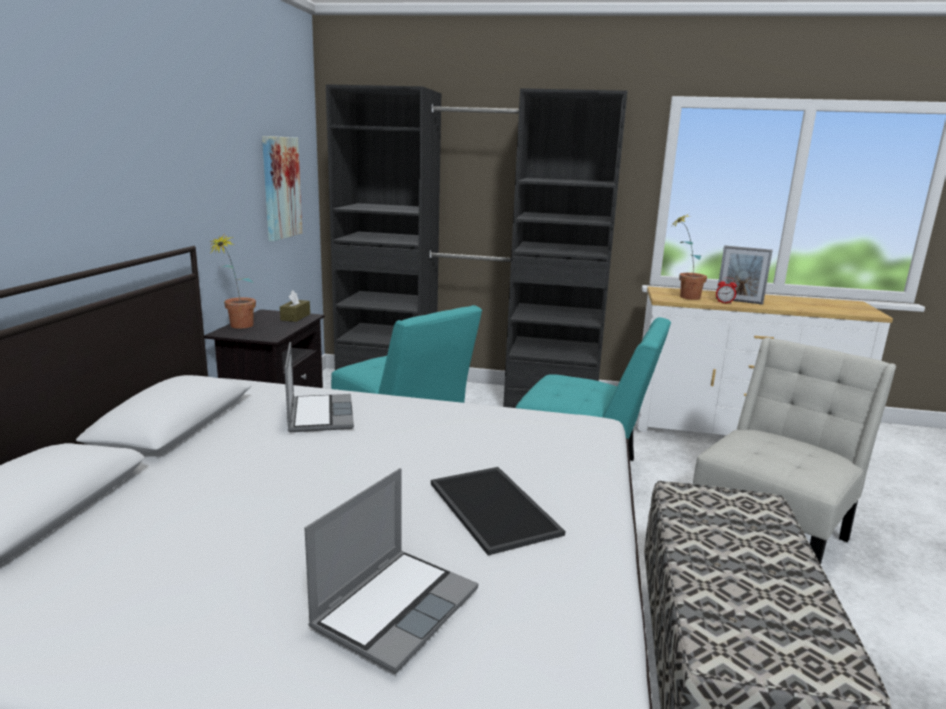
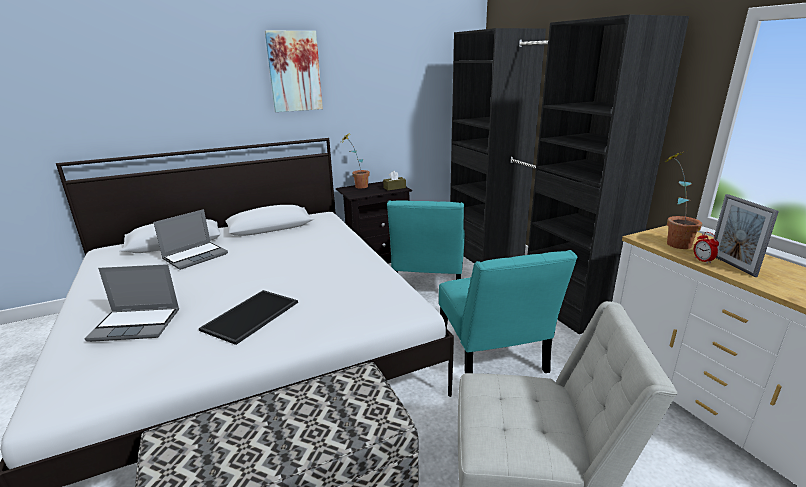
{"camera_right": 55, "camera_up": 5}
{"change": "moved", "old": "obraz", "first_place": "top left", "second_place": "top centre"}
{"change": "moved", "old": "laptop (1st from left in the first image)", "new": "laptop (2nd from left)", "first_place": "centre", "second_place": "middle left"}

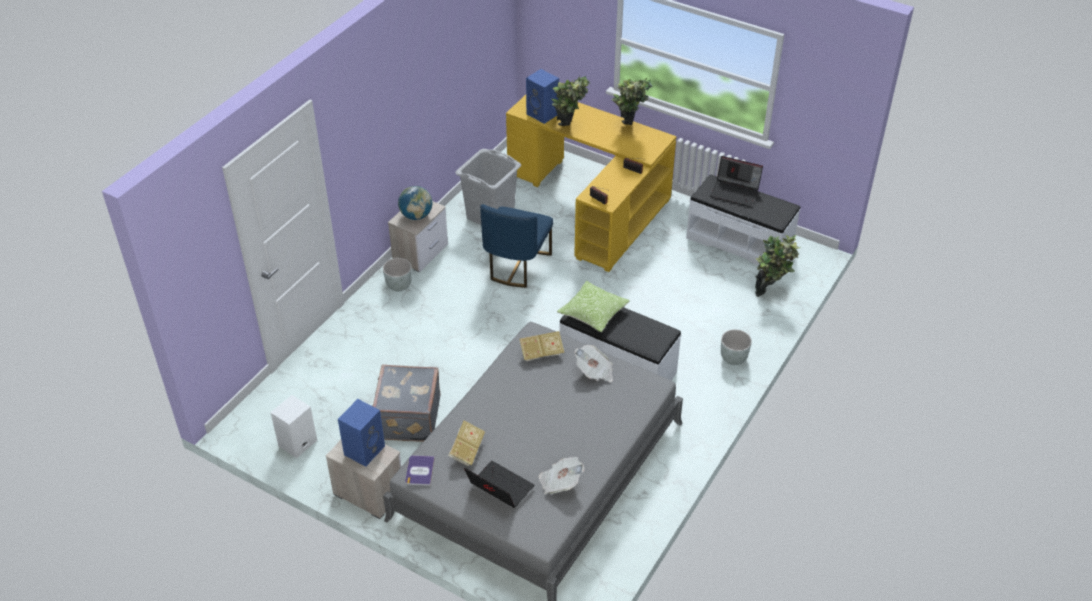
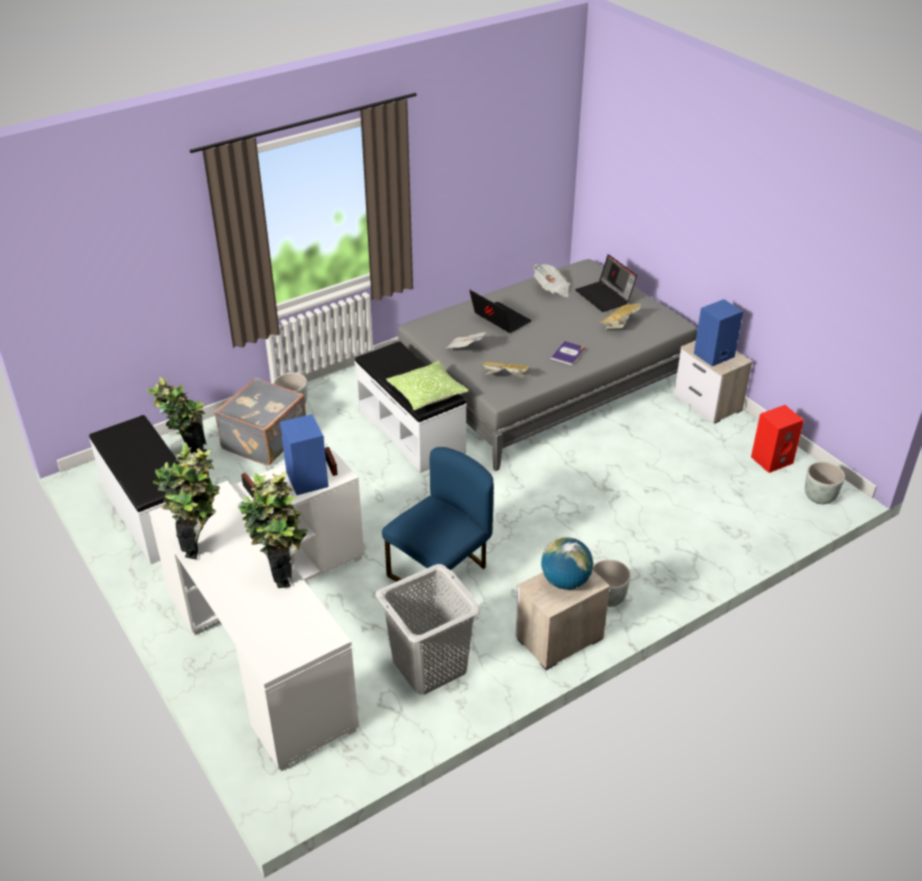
{"camera_right": -155, "camera_up": -5}
{"change": "recoloured", "old": "głośnik (biały)", "new": "głośnik (czerwony)", "first_place": "bottom left", "second_place": "middle right"}
{"change": "moved", "old": "walizka (szary)", "first_place": "bottom centre", "second_place": "middle left"}
{"change": "moved", "old": "książka (1st from left in the first image)", "new": "książka (2nd from left)", "first_place": "bottom centre", "second_place": "centre"}
{"change": "recoloured", "old": "biurko (żółty)", "new": "biurko (biały)", "first_place": "top centre", "second_place": "bottom left"}
{"change": "moved", "old": "głośnik (niebieski) (2nd from left in the first image)", "new": "głośnik (niebieski) (1st from left)", "first_place": "top centre", "second_place": "middle left"}
{"change": "moved", "old": "laptop (2nd from left in the first image)", "new": "laptop (1st from left)", "first_place": "top right", "second_place": "centre"}
{"change": "added", "new": "donica (szary) (3rd from left)", "second_place": "middle right"}

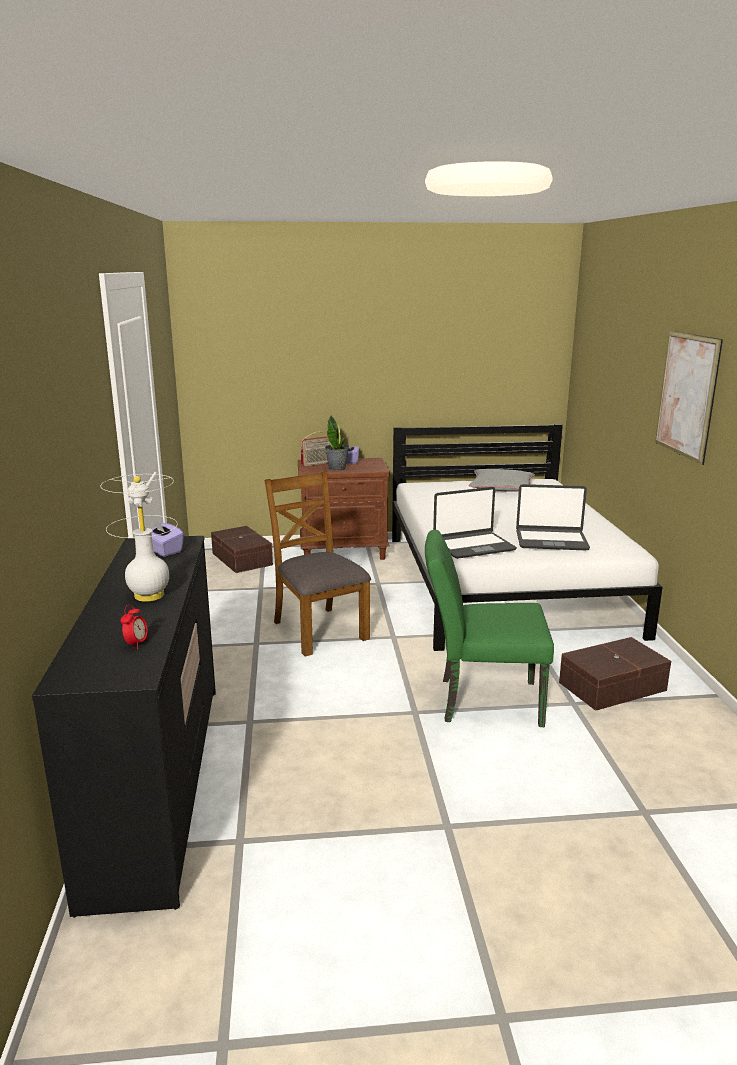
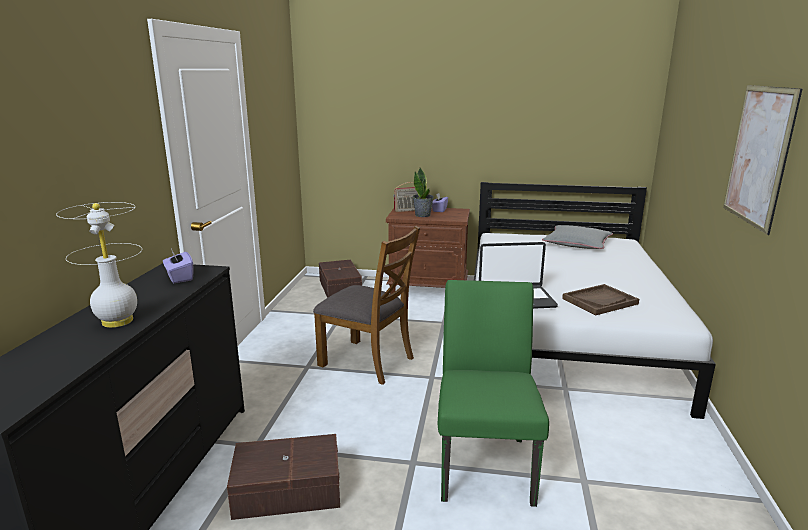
{"camera_right": 15, "camera_up": 0}
{"change": "removed", "old": "budzik", "first_place": "middle left"}
{"change": "turned", "old": "krzesło (brązowy)", "first_place": "centre", "second_place": "centre", "degrees": 135}
{"change": "turned", "old": "krzesło (zielony)", "first_place": "centre", "second_place": "bottom centre", "degrees": 75}
{"change": "replaced", "old": "laptop (2nd from left)", "new": "taca (brązowy)", "first_place": "middle right", "second_place": "middle right"}
{"change": "moved", "old": "pojemnik do przechowywania (brązowy) (2nd from left in the first image)", "new": "pojemnik do przechowywania (brązowy) (1st from left)", "first_place": "middle right", "second_place": "bottom centre"}

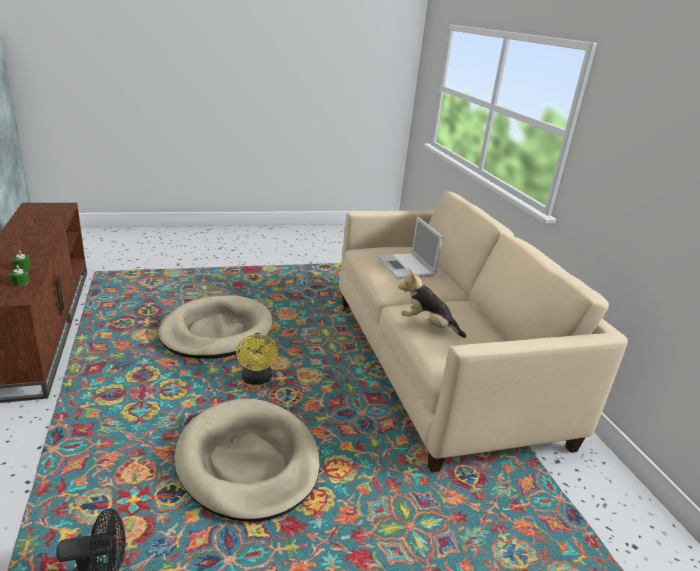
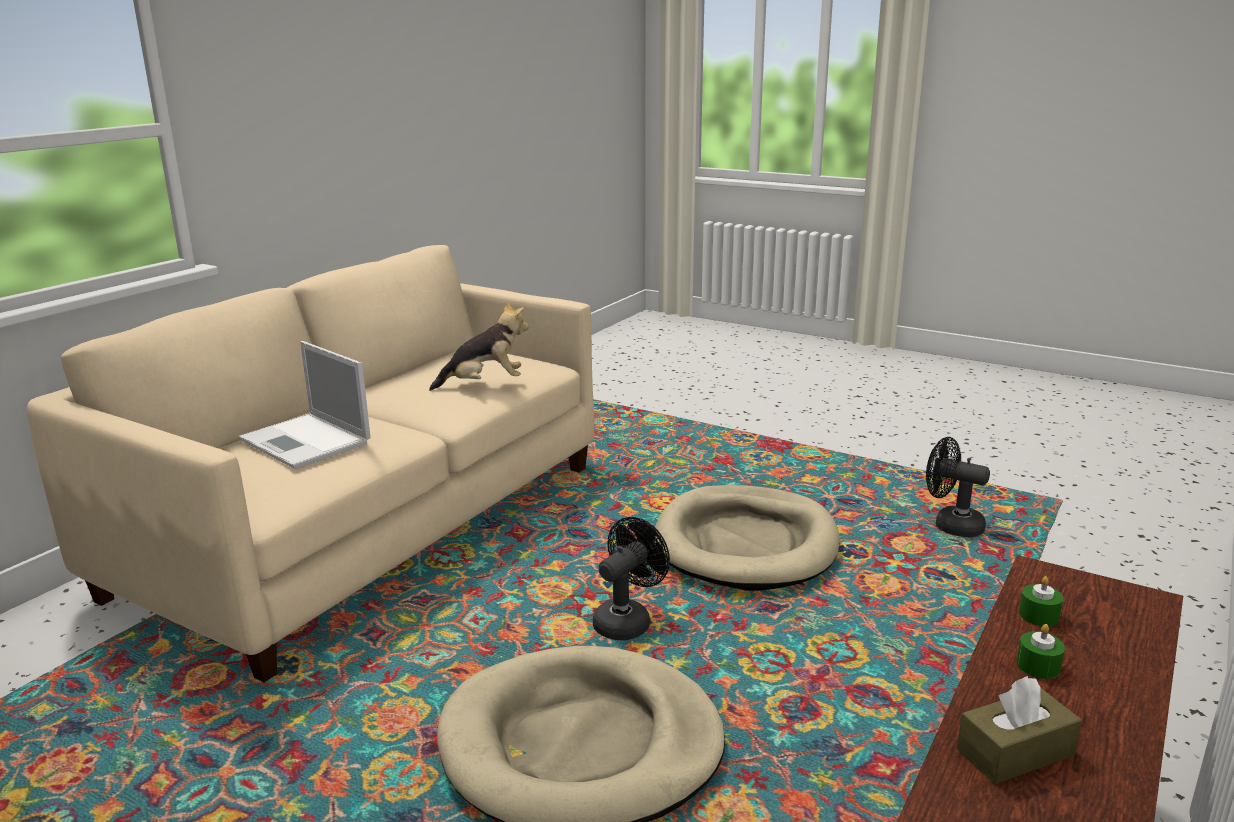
{"camera_right": -130, "camera_up": -5}
{"change": "recoloured", "old": "wentylator (żółty)", "new": "wentylator (czarny) (1st from left)", "first_place": "centre", "second_place": "bottom centre"}
{"change": "turned", "old": "laptop", "first_place": "centre", "second_place": "middle left", "degrees": 105}
{"change": "turned", "old": "pluszak", "first_place": "centre", "second_place": "centre", "degrees": -90}
{"change": "added", "new": "pudełko chusteczek (brązowy)", "second_place": "bottom right"}

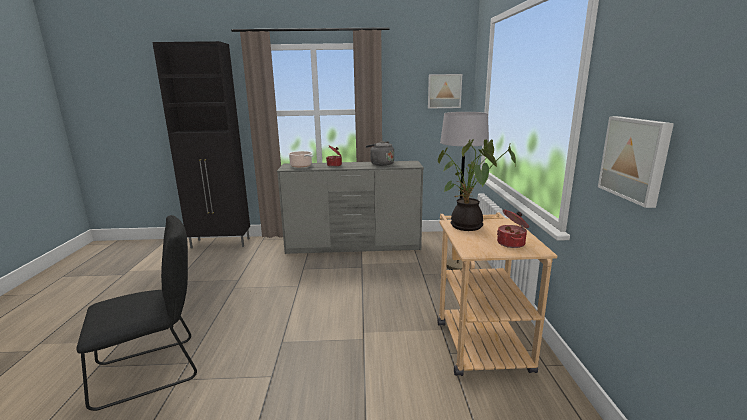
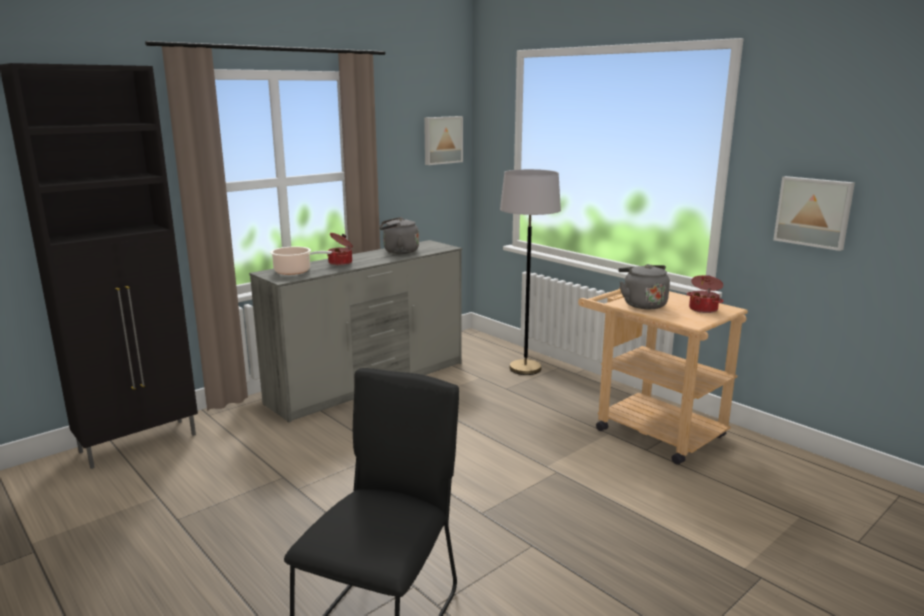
{"camera_right": -40, "camera_up": 0}
{"change": "replaced", "old": "roślina doniczkowa", "new": "czajnik (szary) (2nd from left)", "first_place": "centre", "second_place": "middle right"}

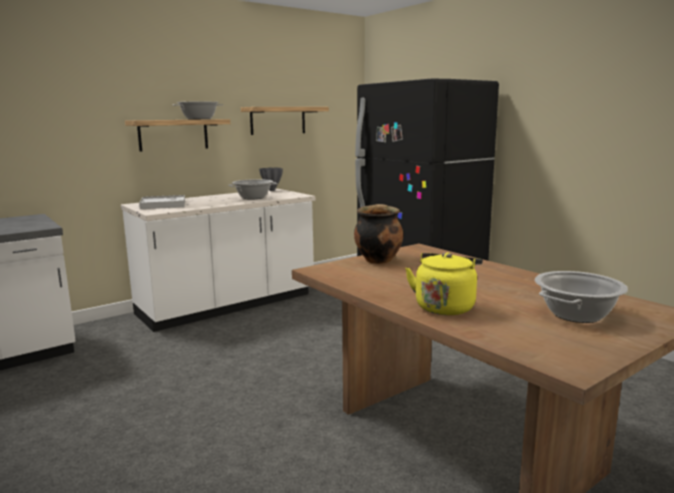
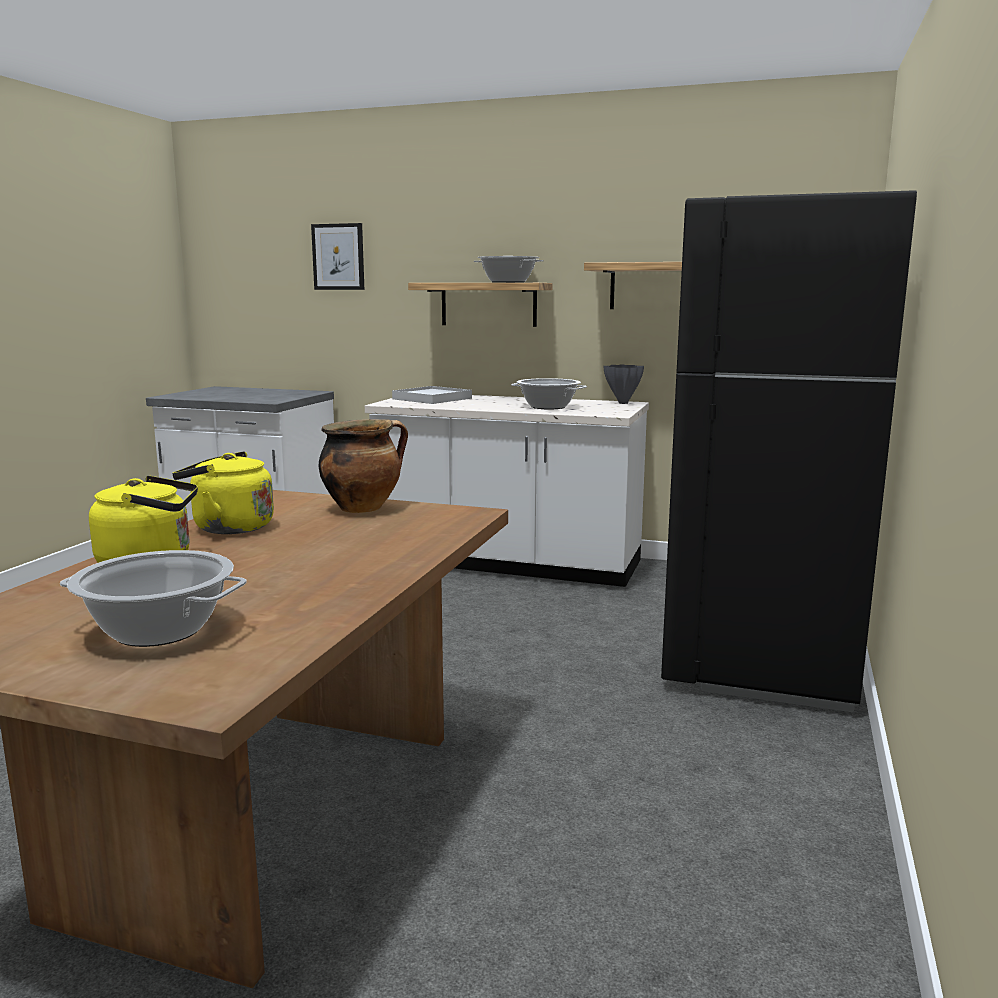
{"camera_right": 55, "camera_up": 0}
{"change": "added", "new": "czajnik (żółty) (2nd from left)", "second_place": "middle left"}
{"change": "added", "new": "obraz", "second_place": "top centre"}

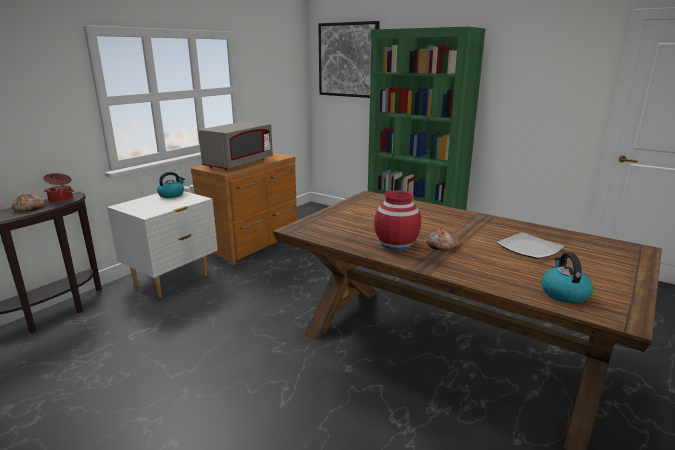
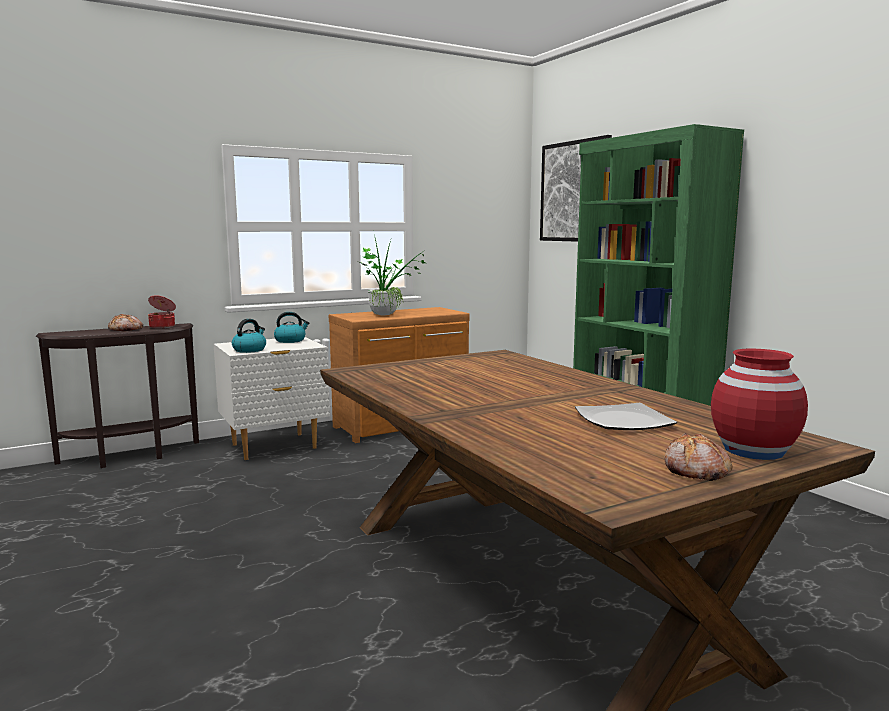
{"camera_right": 25, "camera_up": -10}
{"change": "replaced", "old": "mikrofalówka (szary)", "new": "roślina doniczkowa", "first_place": "top centre", "second_place": "centre"}
{"change": "moved", "old": "wazon (czerwony)", "first_place": "centre", "second_place": "middle right"}
{"change": "moved", "old": "chleb (2nd from left)", "first_place": "centre", "second_place": "middle right"}
{"change": "moved", "old": "czajnik (2nd from left in the first image)", "new": "czajnik (1st from left)", "first_place": "middle right", "second_place": "middle left"}

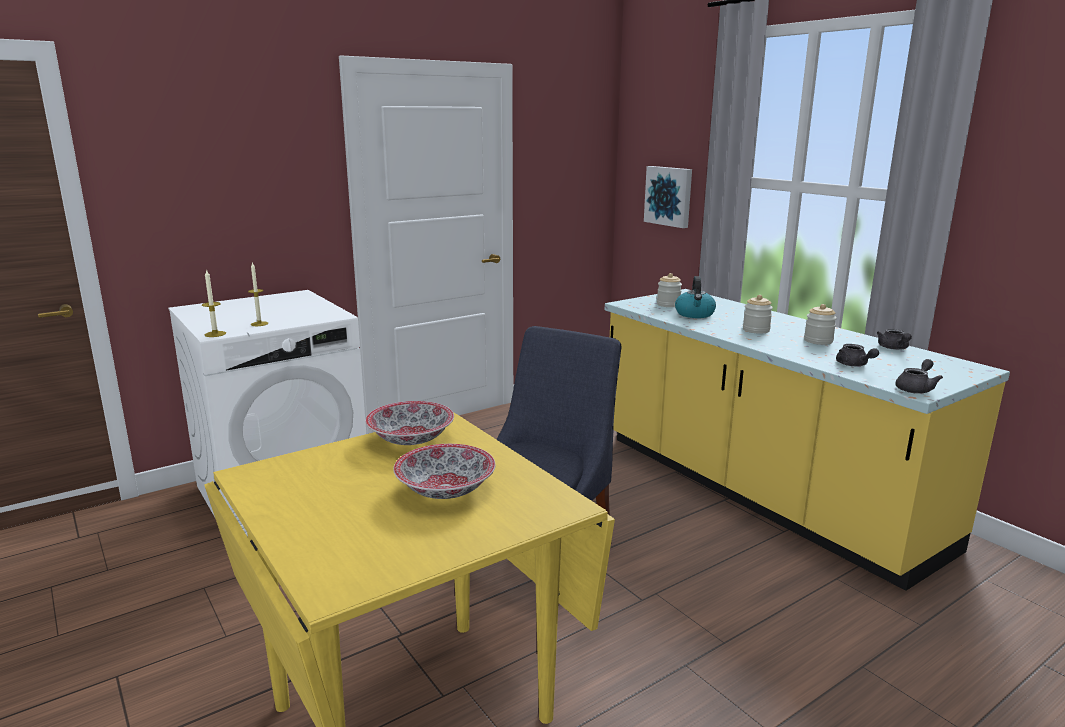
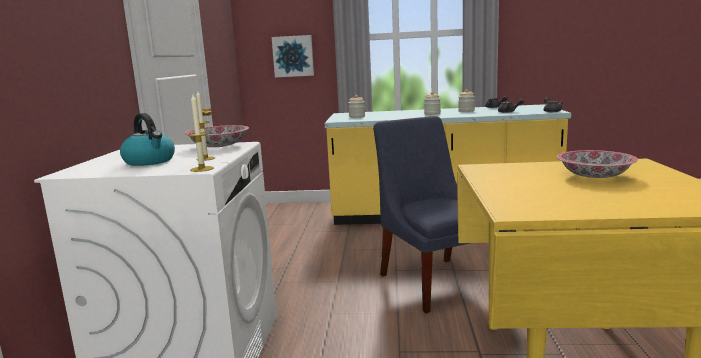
{"camera_right": -50, "camera_up": -5}
{"change": "moved", "old": "miska (1st from left)", "first_place": "centre", "second_place": "middle left"}
{"change": "moved", "old": "czajnik", "first_place": "centre", "second_place": "middle left"}

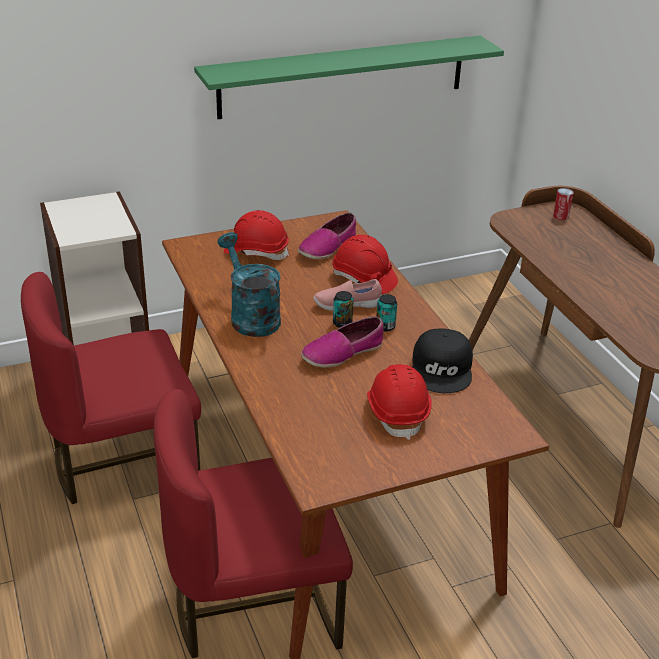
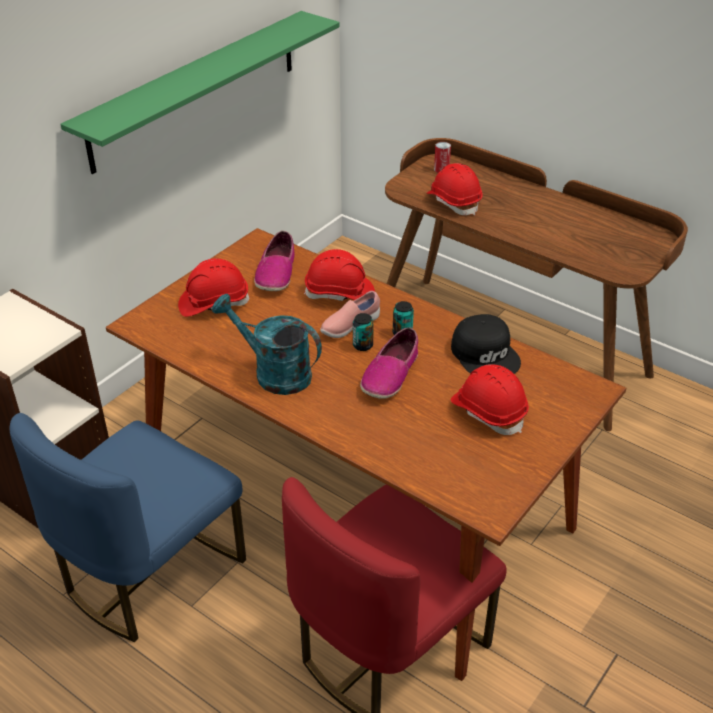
{"camera_right": -30, "camera_up": 5}
{"change": "recoloured", "old": "krzesło (czerwony) (1st from left)", "new": "krzesło (niebieski)", "first_place": "middle left", "second_place": "bottom left"}
{"change": "added", "new": "kask (czerwony) (3rd from left)", "second_place": "top centre"}

